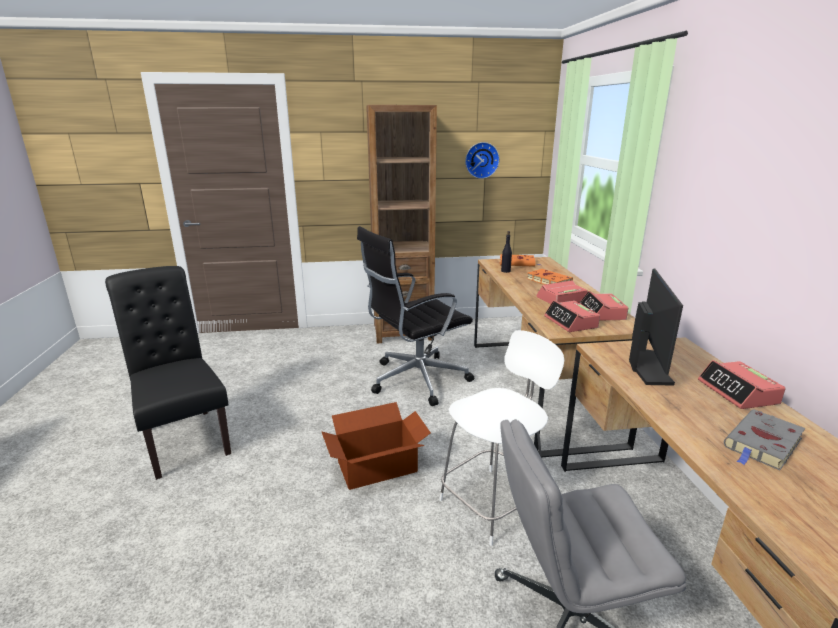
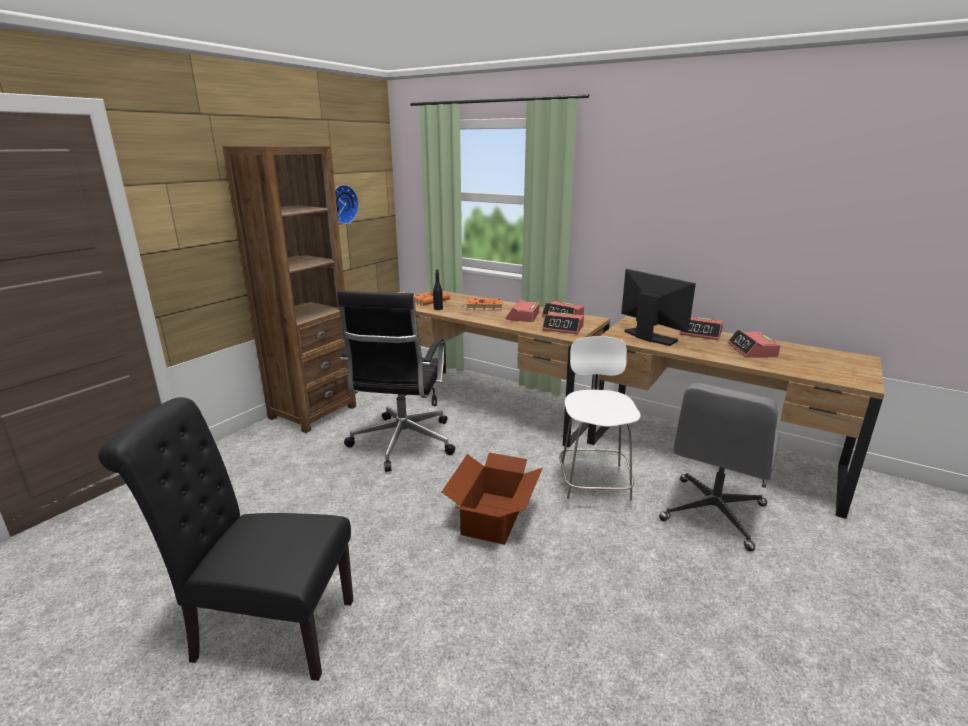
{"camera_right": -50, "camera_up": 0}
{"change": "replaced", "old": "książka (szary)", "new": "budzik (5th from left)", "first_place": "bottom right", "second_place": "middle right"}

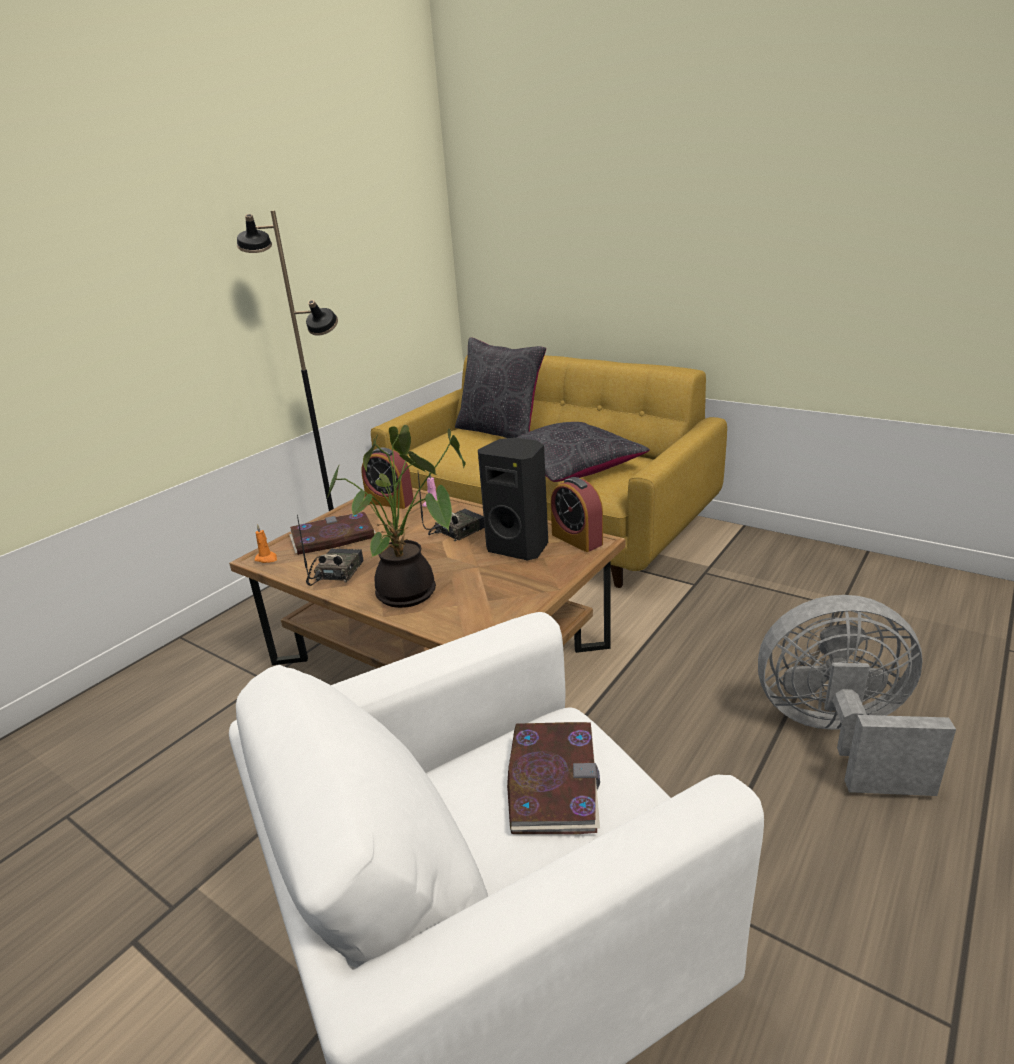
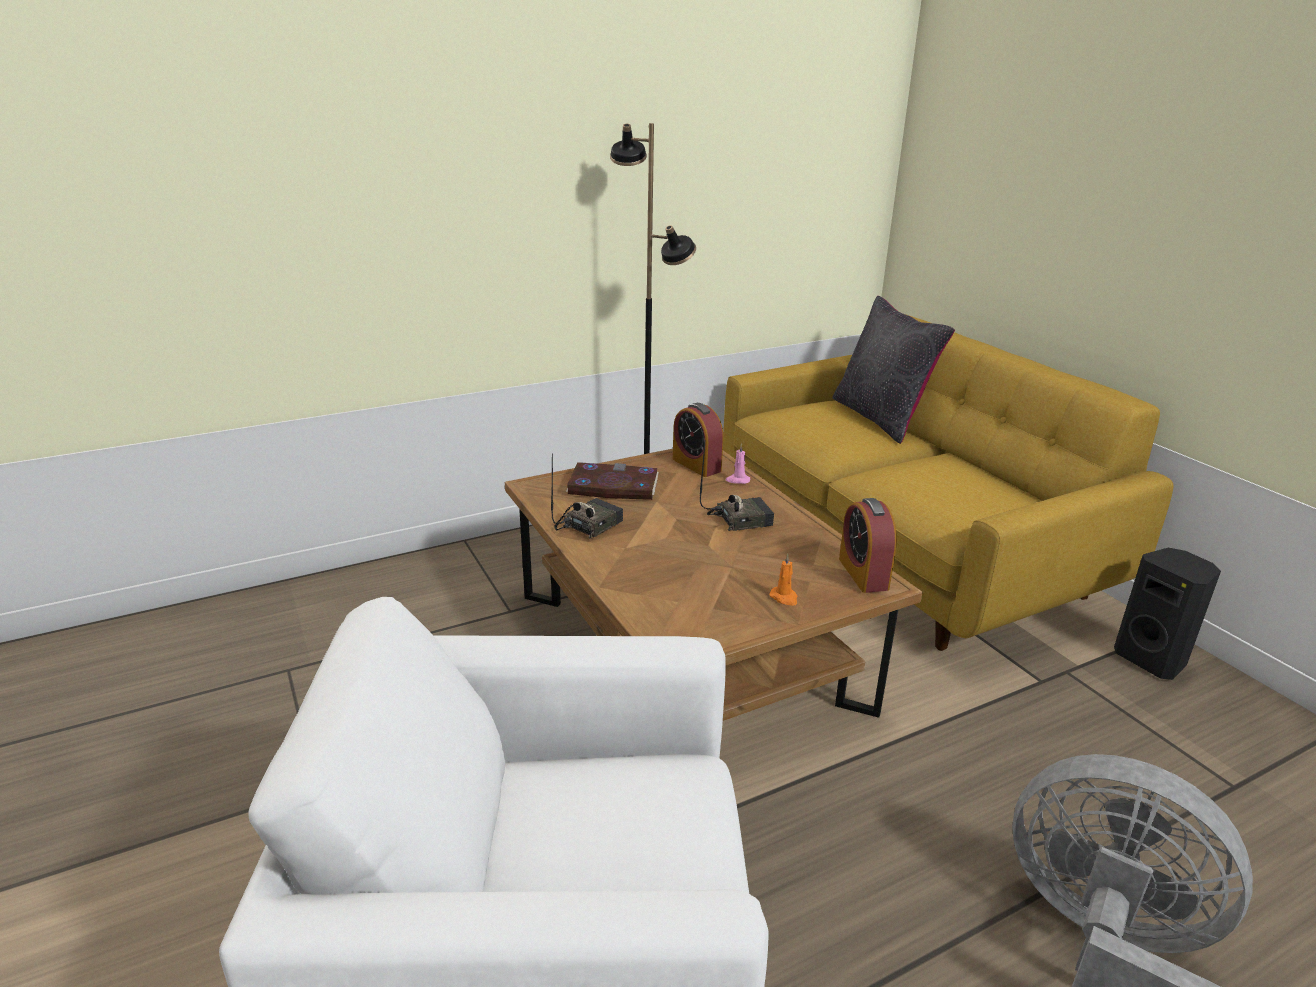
{"camera_right": 25, "camera_up": 0}
{"change": "moved", "old": "świeca (pomarańczowy)", "first_place": "middle left", "second_place": "centre"}
{"change": "removed", "old": "roślina doniczkowa", "first_place": "centre"}
{"change": "moved", "old": "głośnik (czarny)", "first_place": "centre", "second_place": "middle right"}
{"change": "removed", "old": "książka (2nd from left)", "first_place": "bottom centre"}
{"change": "removed", "old": "poduszka (czarny) (2nd from left)", "first_place": "centre"}

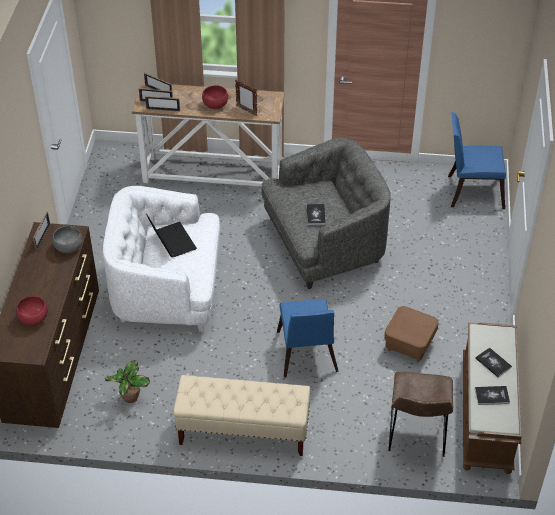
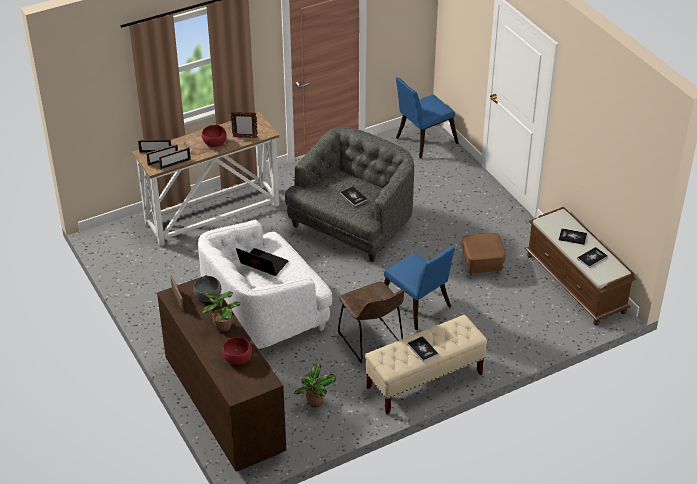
{"camera_right": -35, "camera_up": -5}
{"change": "moved", "old": "krzesło (brązowy)", "first_place": "bottom right", "second_place": "centre"}
{"change": "added", "new": "roślina doniczkowa (1st from left)", "second_place": "middle left"}
{"change": "added", "new": "książka (2nd from left)", "second_place": "bottom centre"}

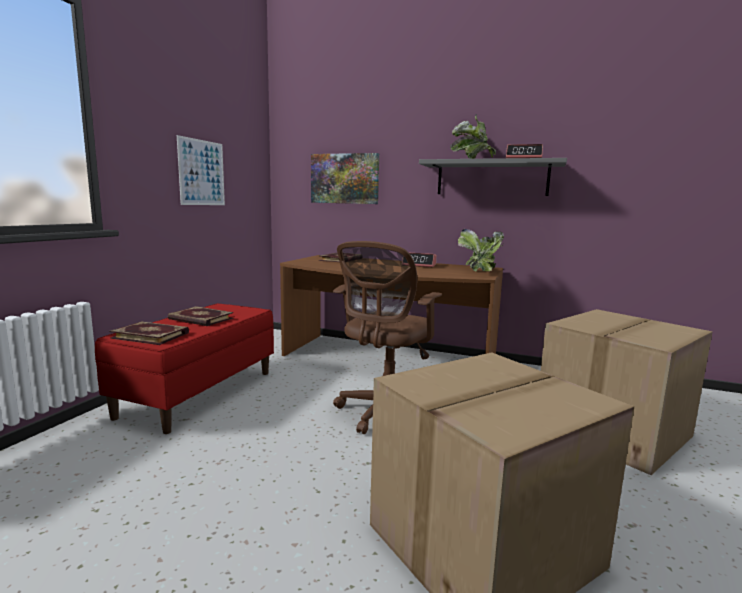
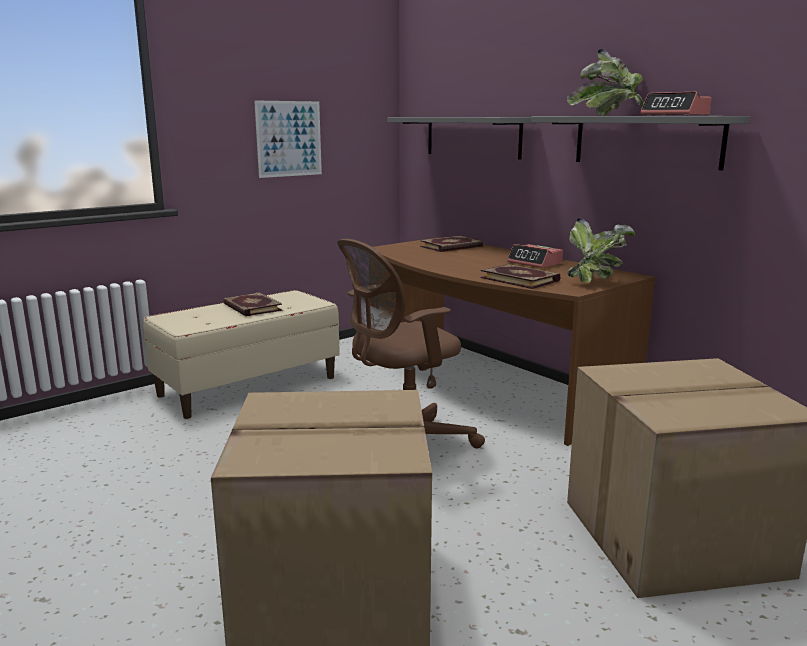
{"camera_right": 30, "camera_up": 5}
{"change": "recoloured", "old": "ławka (czerwony)", "new": "ławka (beżowy)", "first_place": "middle left", "second_place": "middle left"}
{"change": "moved", "old": "książka (1st from left in the first image)", "new": "książka (3rd from left)", "first_place": "middle left", "second_place": "centre"}
{"change": "replaced", "old": "obraz (2nd from left)", "new": "półka (szary) (1st from left)", "first_place": "top centre", "second_place": "top centre"}

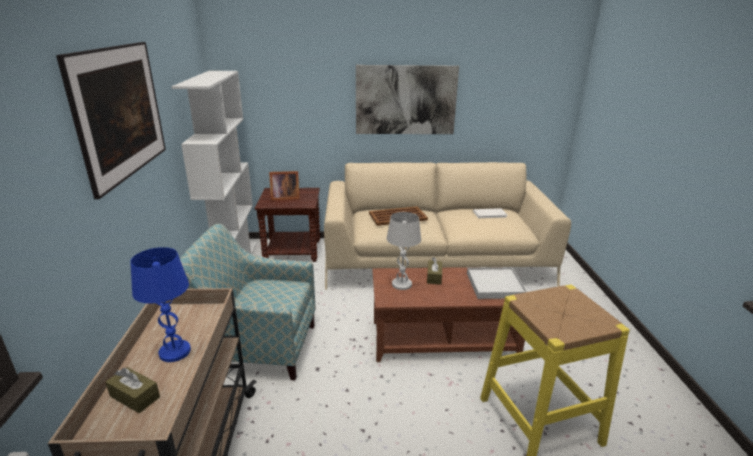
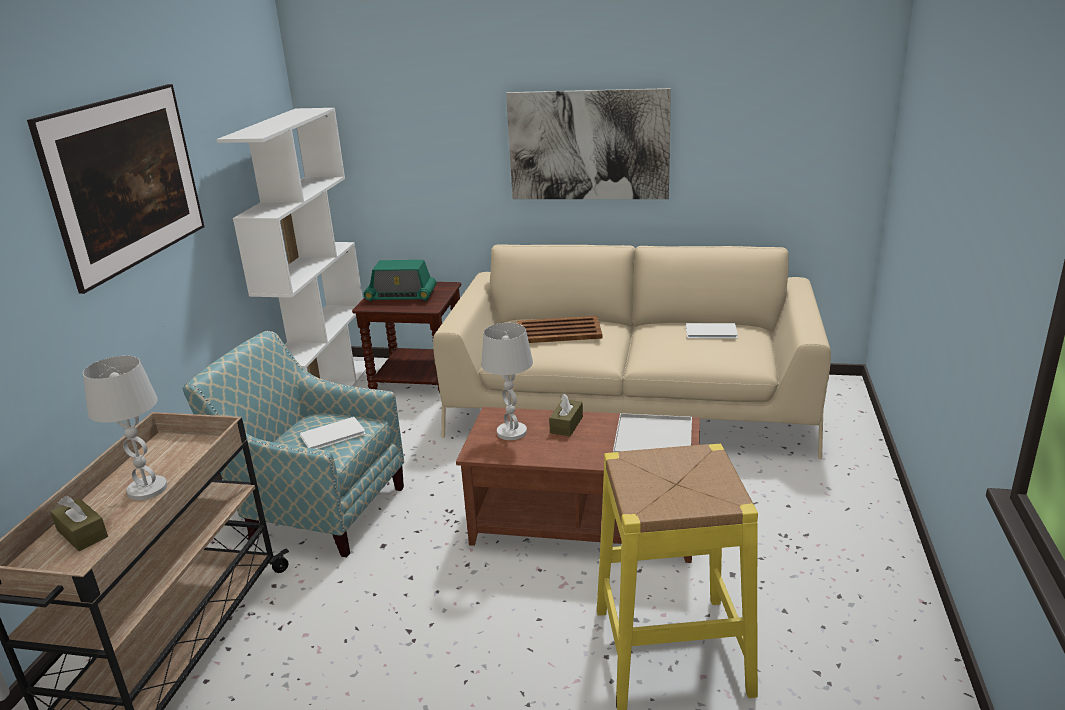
{"camera_right": 15, "camera_up": 0}
{"change": "recoloured", "old": "lampa stołowa (niebieski)", "new": "lampa stołowa (biały) (1st from left)", "first_place": "bottom left", "second_place": "middle left"}
{"change": "replaced", "old": "ramka na zdjęcie", "new": "radio", "first_place": "centre", "second_place": "centre"}
{"change": "added", "new": "książka (biały) (1st from left)", "second_place": "middle left"}

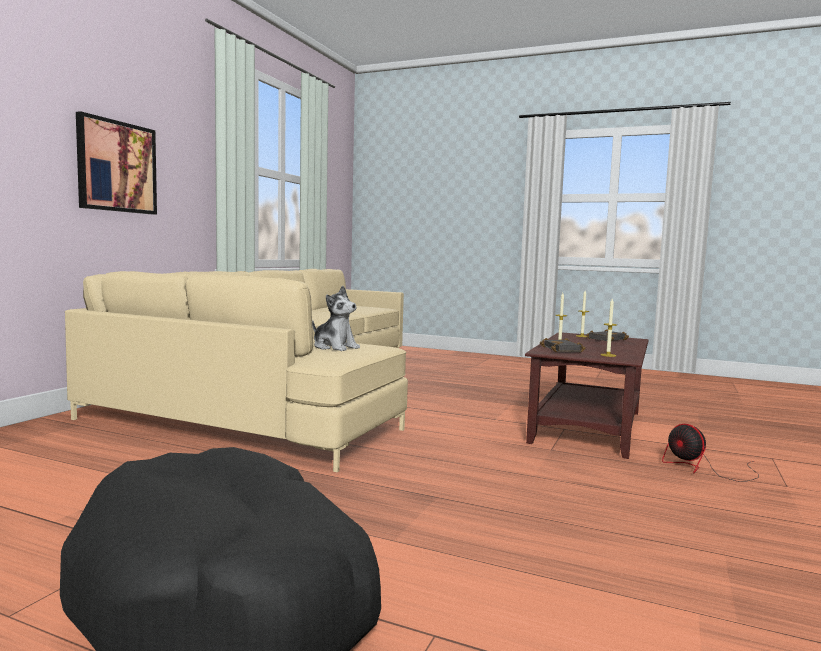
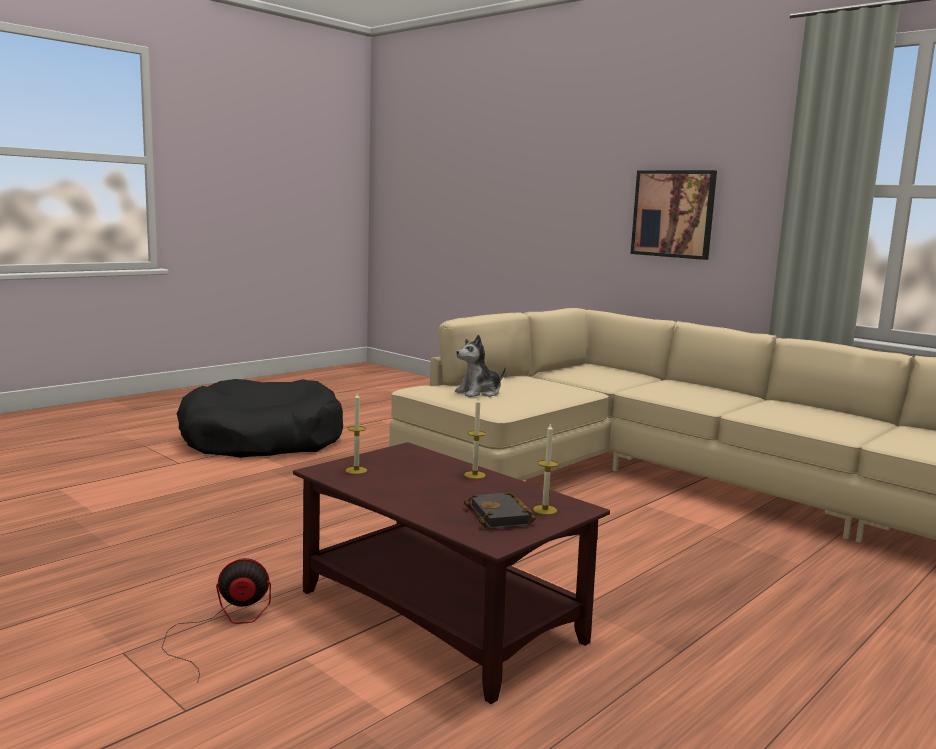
{"camera_right": 110, "camera_up": 5}
{"change": "removed", "old": "książka (czarny) (1st from left)", "first_place": "middle right"}

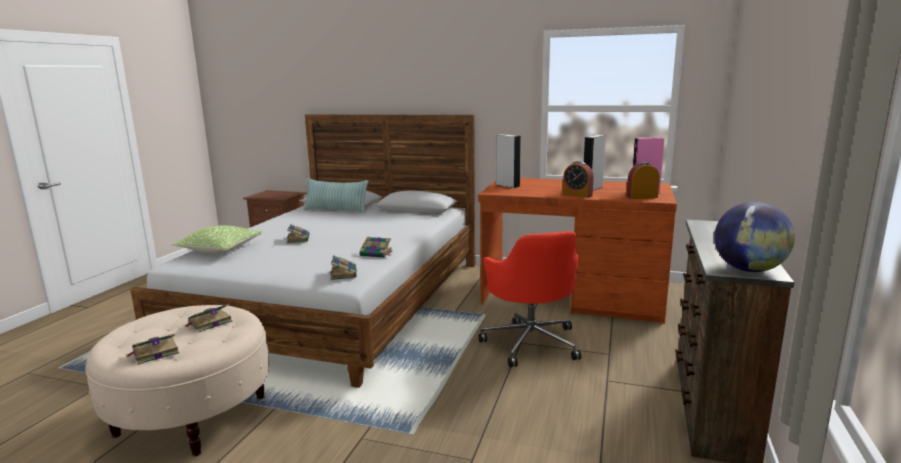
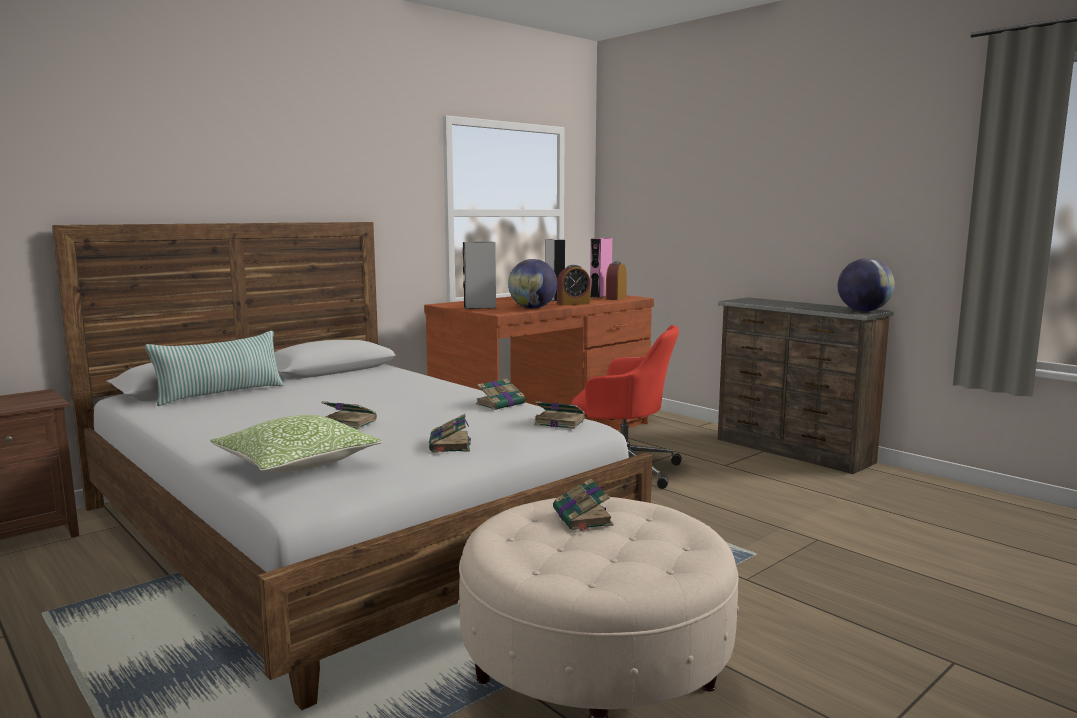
{"camera_right": -60, "camera_up": -5}
{"change": "moved", "old": "książka (1st from left in the first image)", "new": "książka (2nd from left)", "first_place": "bottom left", "second_place": "centre"}
{"change": "added", "new": "globus (1st from left)", "second_place": "centre"}

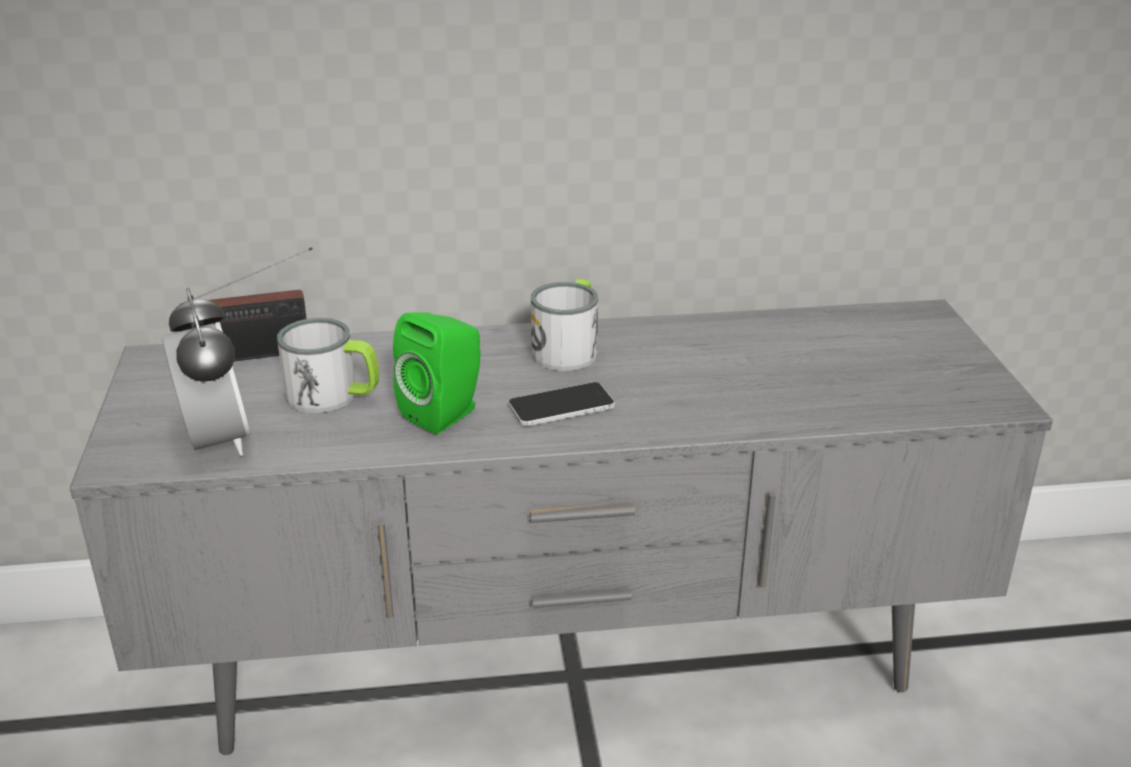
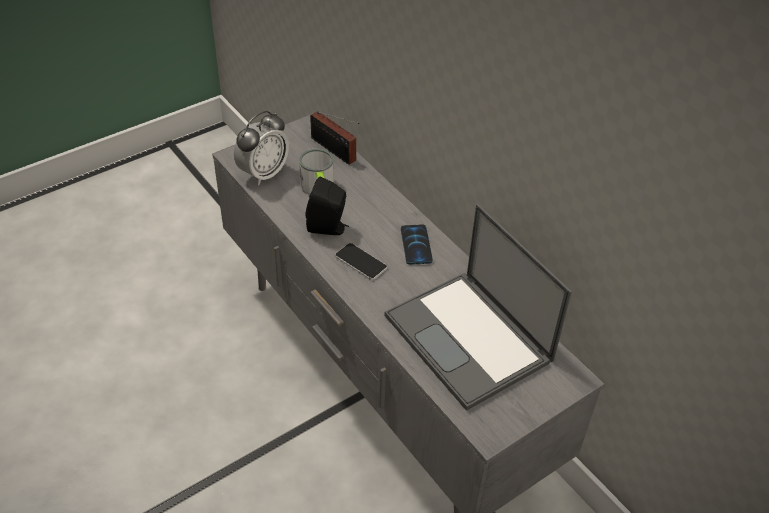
{"camera_right": 60, "camera_up": 15}
{"change": "recoloured", "old": "głośnik (zielony)", "new": "głośnik (czarny)", "first_place": "centre", "second_place": "centre"}
{"change": "replaced", "old": "kubek (2nd from left)", "new": "telefon (2nd from left)", "first_place": "centre", "second_place": "centre"}
{"change": "added", "new": "laptop", "second_place": "centre"}

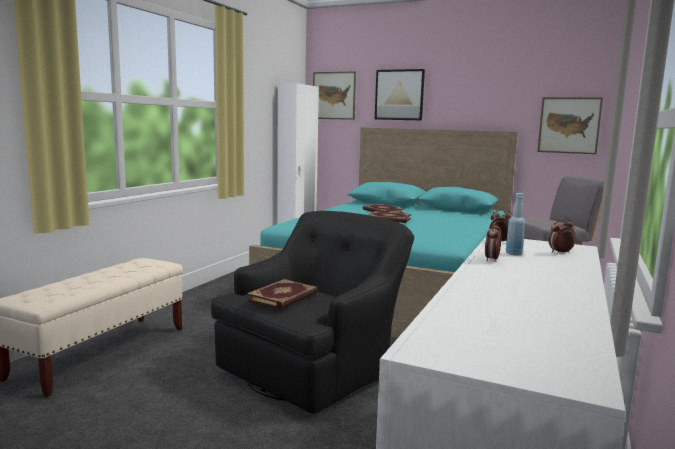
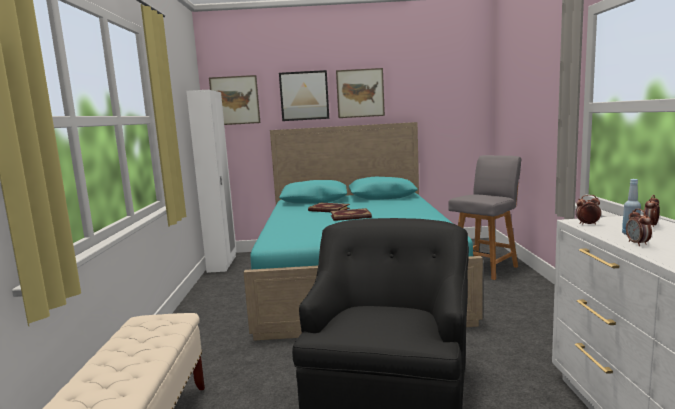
{"camera_right": -25, "camera_up": 0}
{"change": "removed", "old": "książka (1st from left)", "first_place": "centre"}
{"change": "moved", "old": "obraz (3rd from left)", "first_place": "top right", "second_place": "top centre"}

